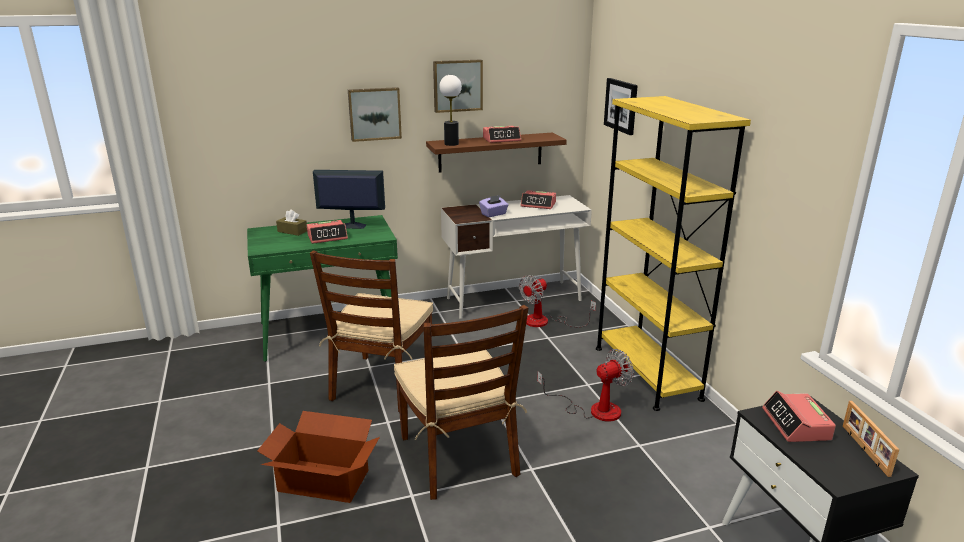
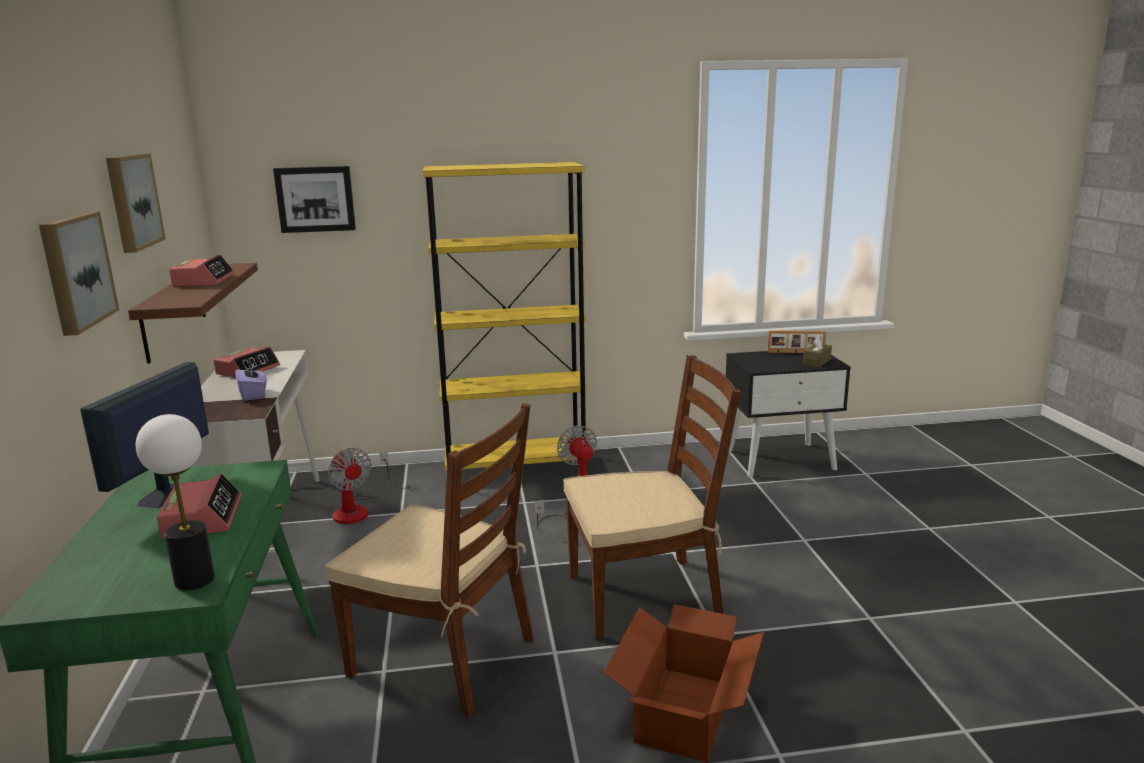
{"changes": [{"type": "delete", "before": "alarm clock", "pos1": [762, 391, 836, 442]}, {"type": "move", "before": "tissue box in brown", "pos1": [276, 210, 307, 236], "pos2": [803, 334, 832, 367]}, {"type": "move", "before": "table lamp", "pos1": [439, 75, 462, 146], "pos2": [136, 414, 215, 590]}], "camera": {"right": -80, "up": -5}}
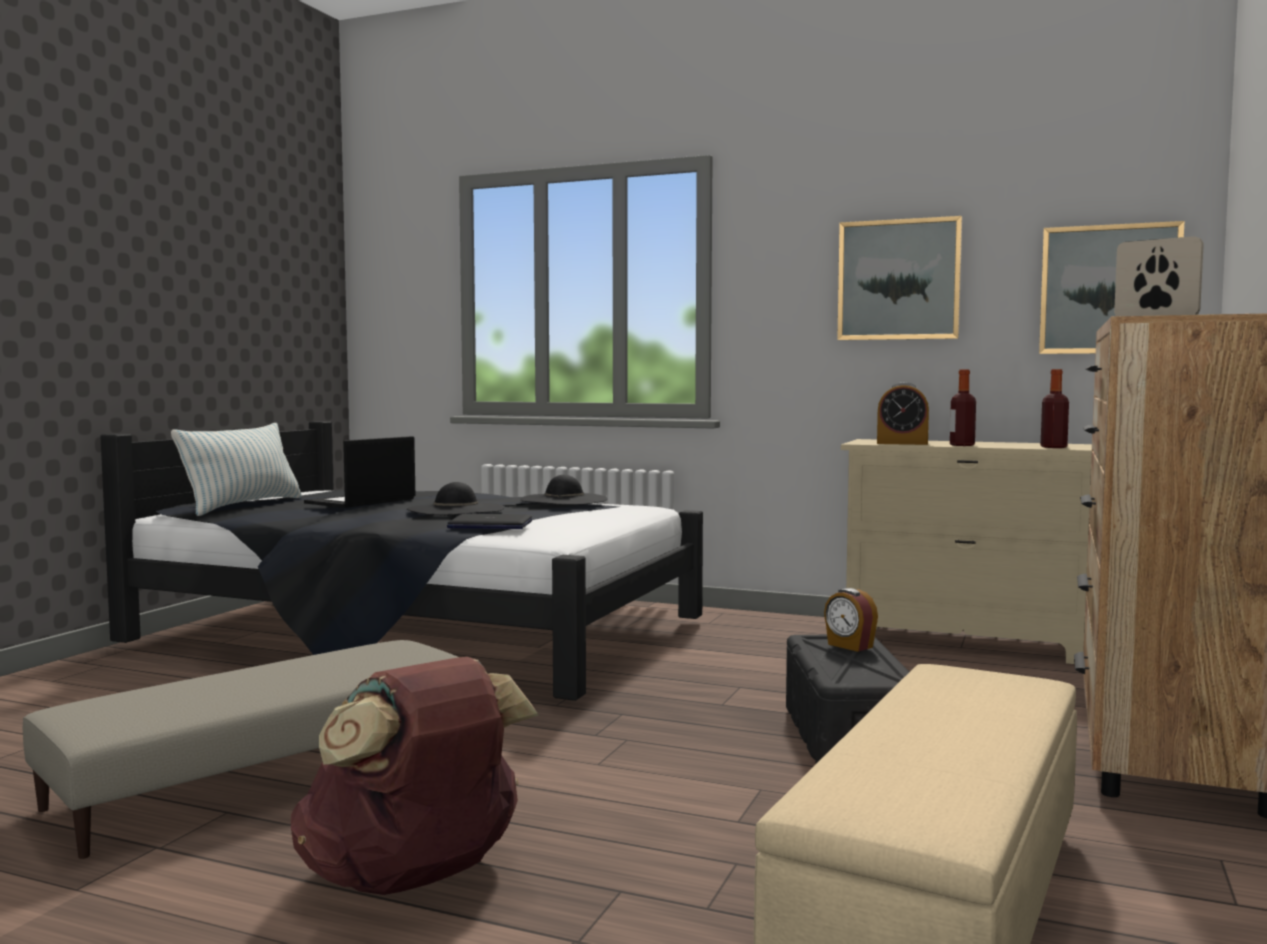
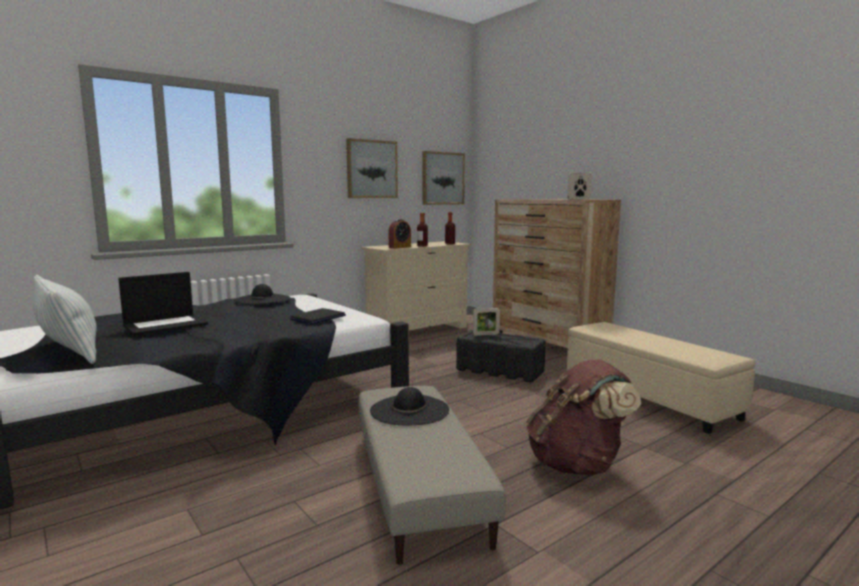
{"changes": [{"type": "move", "before": "hat in black", "pos1": [407, 482, 504, 515], "pos2": [370, 387, 449, 425]}, {"type": "replace", "before": "alarm clock", "after": "picture frame", "pos1": [824, 588, 878, 652], "pos2": [473, 308, 500, 336]}, {"type": "rotate", "before": "laptop", "pos1": [304, 436, 415, 508], "pos2": [118, 272, 208, 336], "turn": -105}], "camera": {"right": -60, "up": 5}}
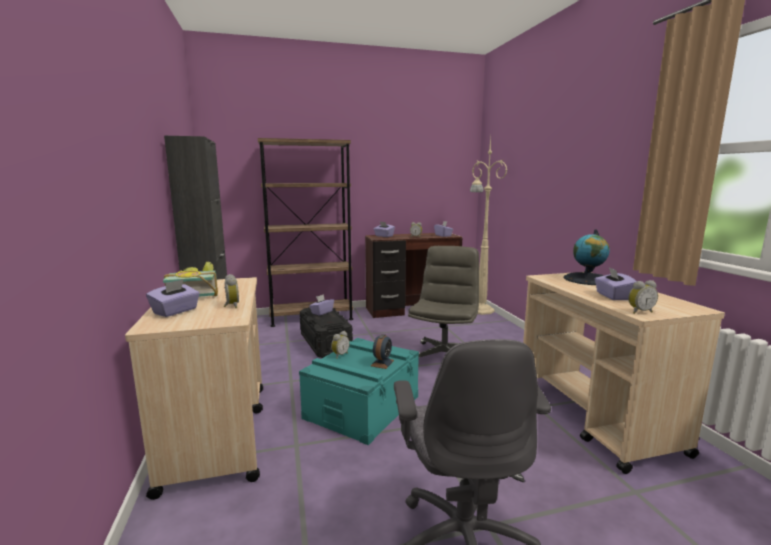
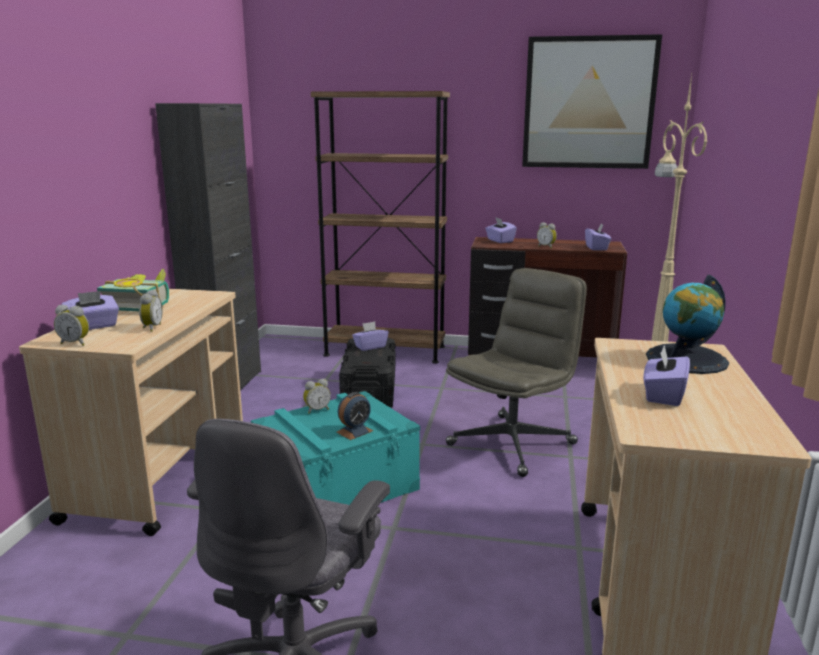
{"changes": [{"type": "insert", "after": "picture", "pos2": [522, 34, 662, 169]}, {"type": "move", "before": "alarm clock", "pos1": [628, 280, 658, 314], "pos2": [54, 305, 89, 346]}], "camera": {"right": 25, "up": 5}}
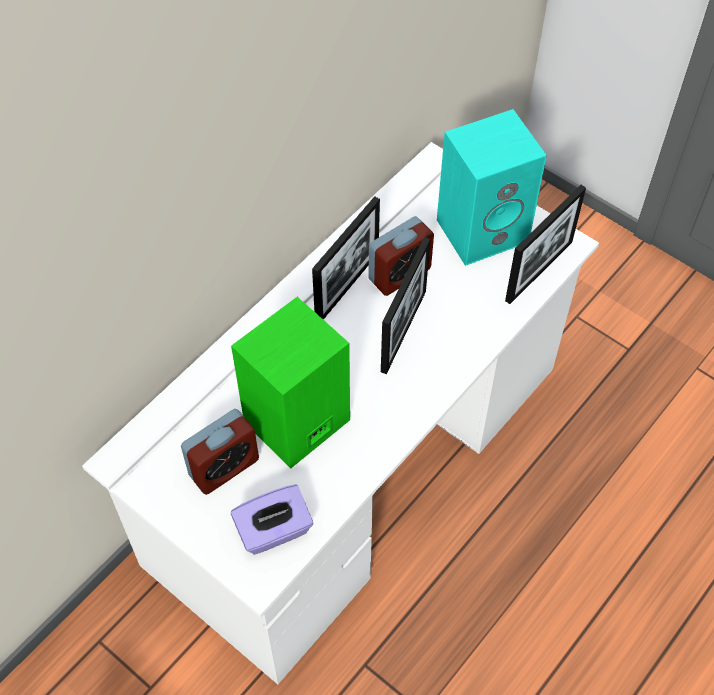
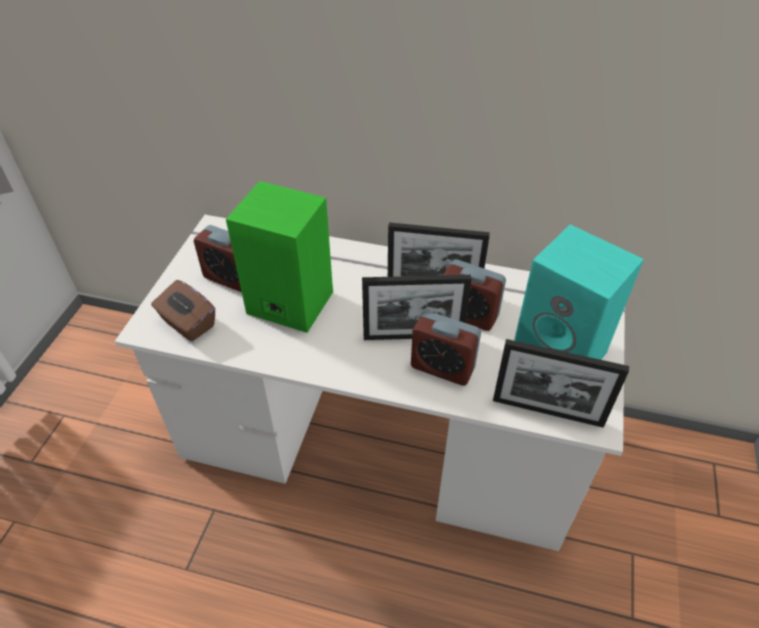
{"changes": [{"type": "insert", "after": "alarm clock", "pos2": [411, 311, 481, 386]}, {"type": "recolor", "before": "tissue box in purple", "after": "tissue box in brown", "pos1": [231, 484, 313, 555], "pos2": [151, 280, 215, 341]}], "camera": {"right": 65, "up": -10}}
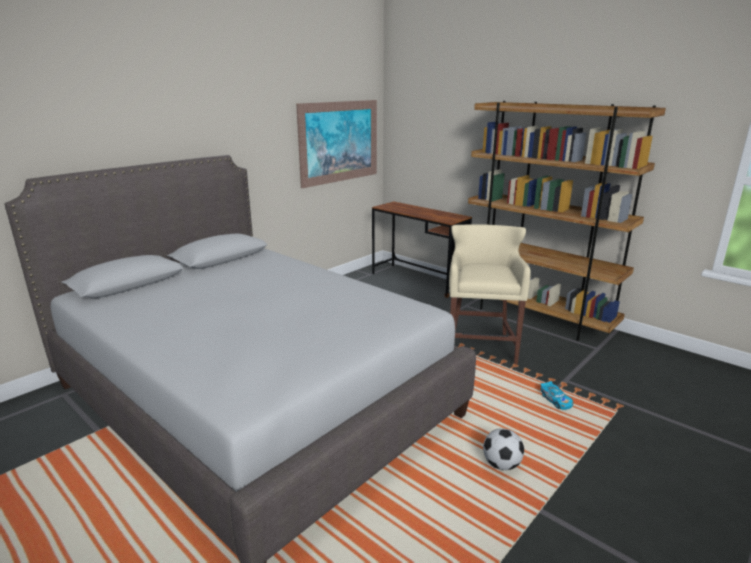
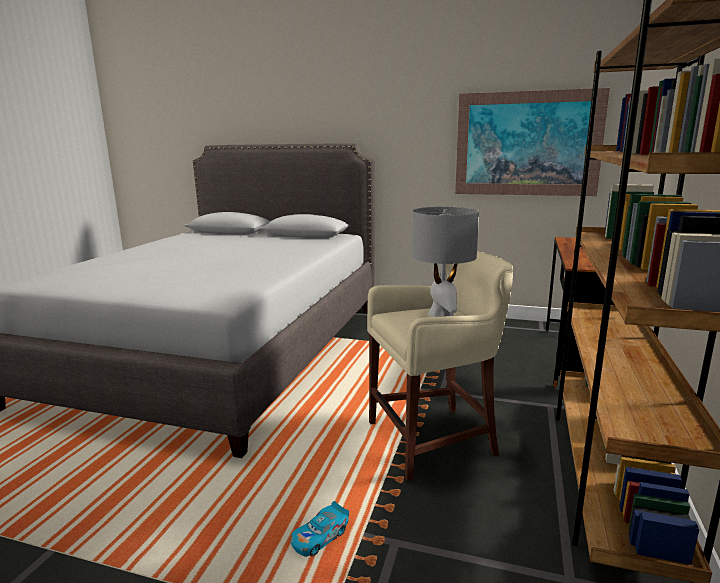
{"changes": [{"type": "delete", "before": "football", "pos1": [483, 428, 524, 470]}, {"type": "insert", "after": "table lamp in grey", "pos2": [411, 206, 479, 317]}], "camera": {"right": 65, "up": -5}}
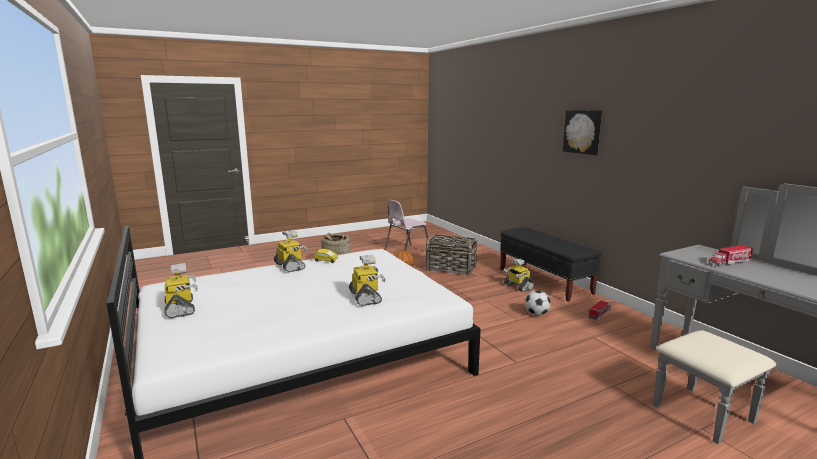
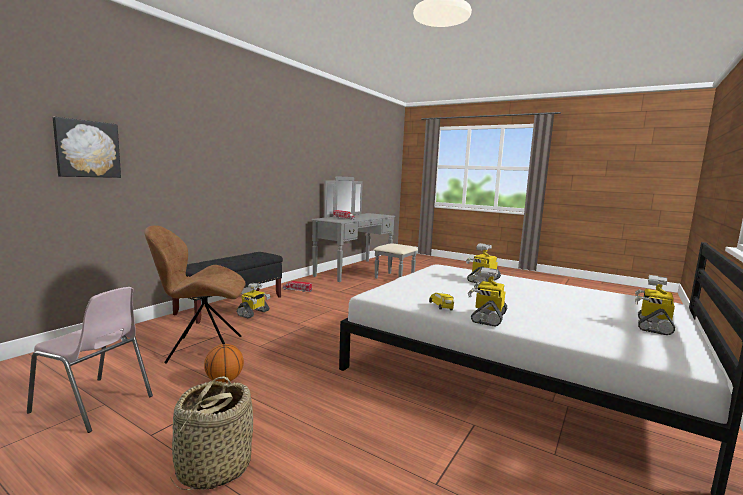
{"changes": [{"type": "delete", "before": "football", "pos1": [525, 290, 551, 315]}, {"type": "move", "before": "picture", "pos1": [563, 110, 602, 155], "pos2": [53, 117, 121, 178]}, {"type": "replace", "before": "basket", "after": "chair in brown", "pos1": [425, 235, 478, 276], "pos2": [144, 225, 245, 364]}], "camera": {"right": -120, "up": -5}}
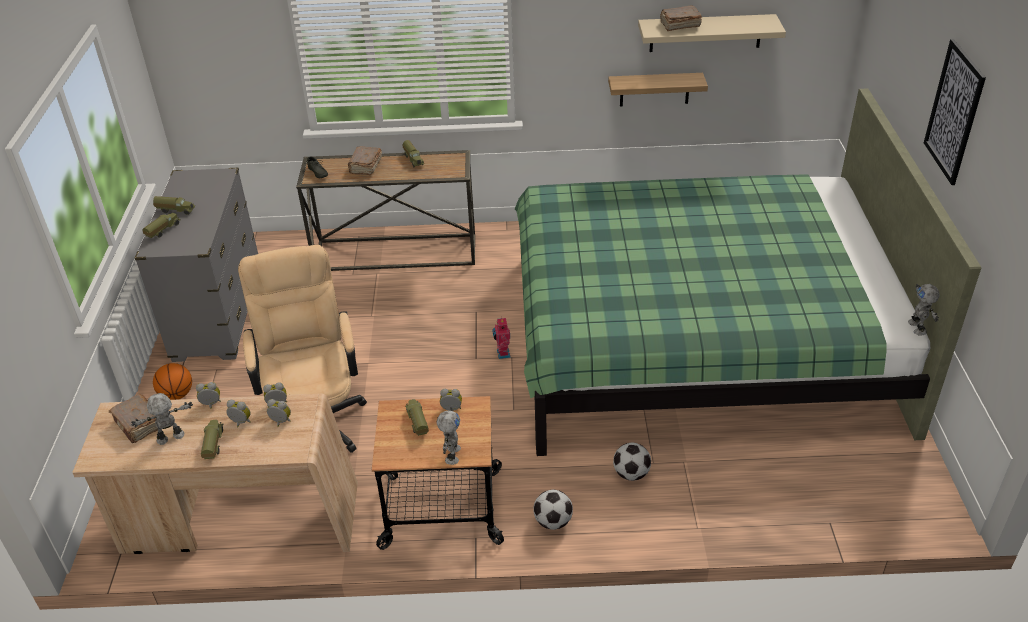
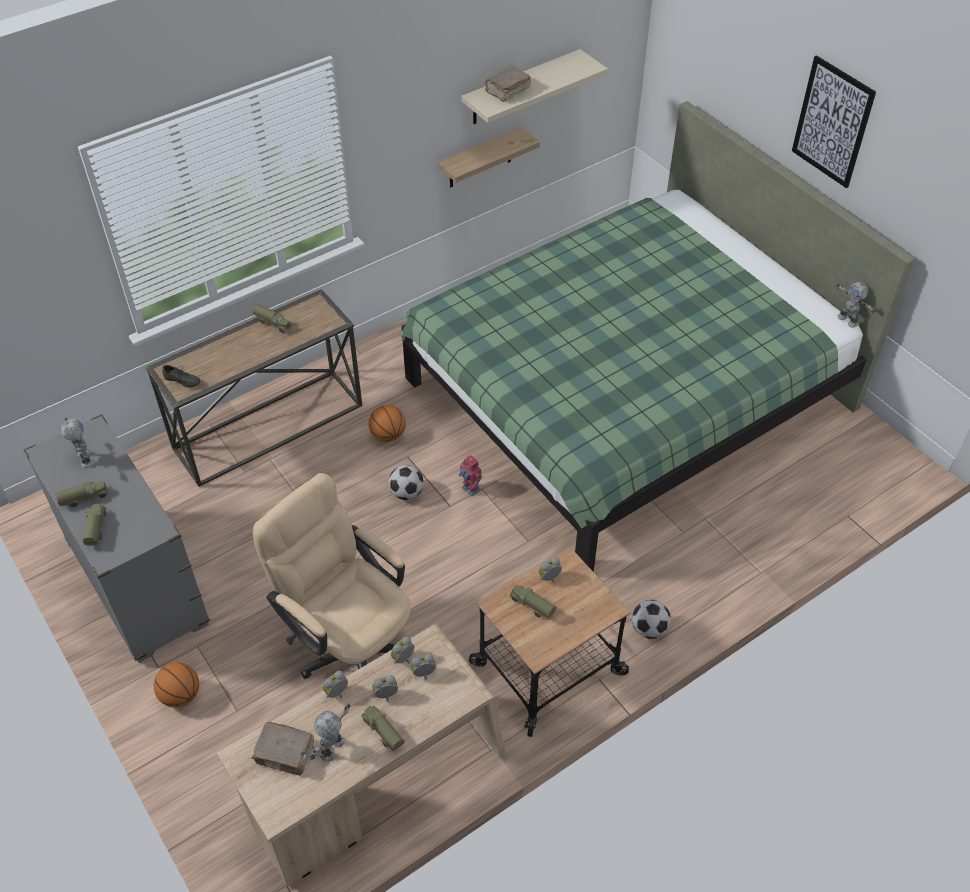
{"changes": [{"type": "delete", "before": "book in brown", "pos1": [348, 146, 382, 175]}, {"type": "insert", "after": "basketball", "pos2": [369, 405, 406, 442]}, {"type": "move", "before": "toy robot", "pos1": [437, 407, 461, 465], "pos2": [60, 417, 94, 468]}, {"type": "move", "before": "football", "pos1": [613, 443, 651, 481], "pos2": [388, 465, 424, 500]}], "camera": {"right": -35, "up": 10}}
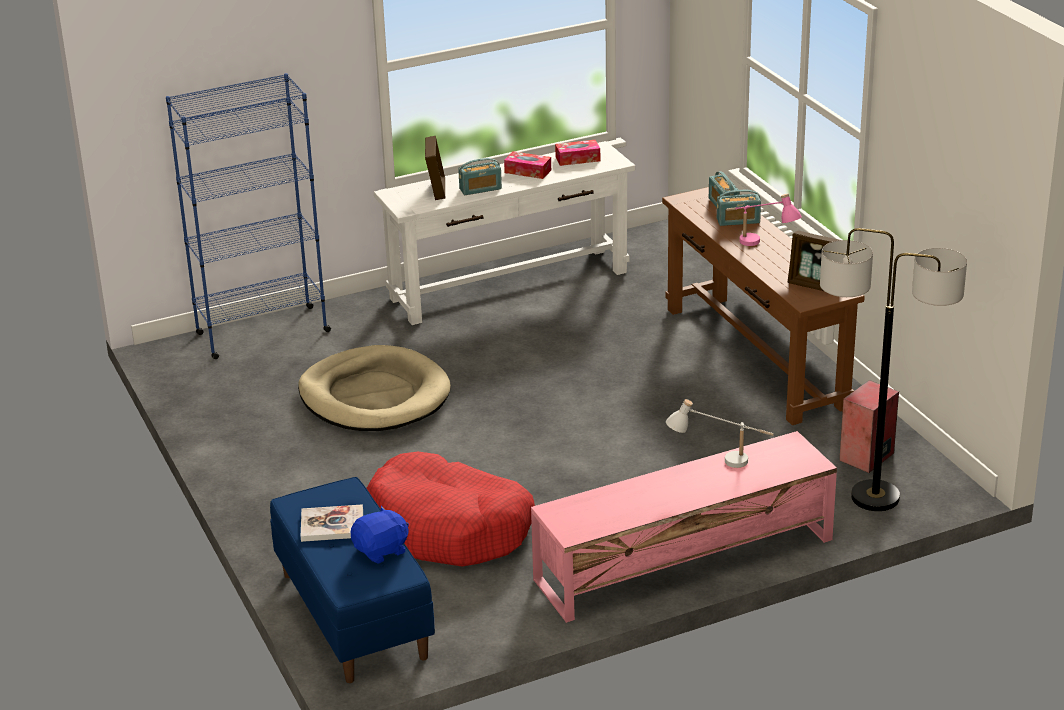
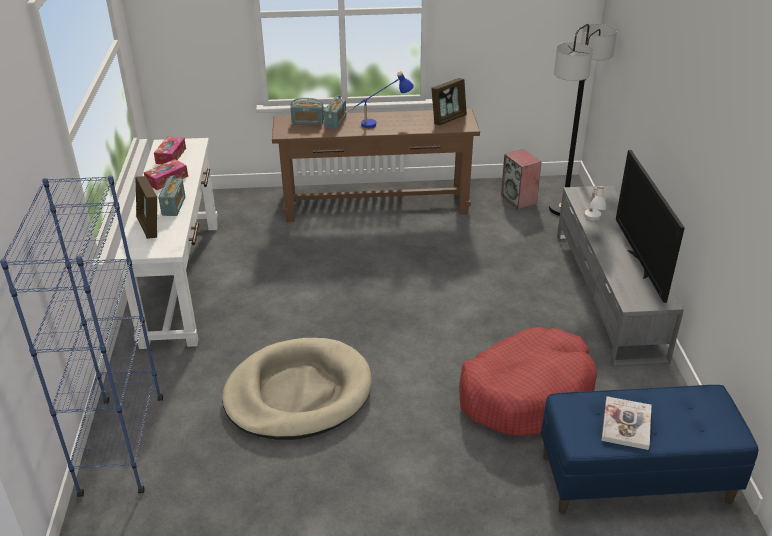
{"changes": [{"type": "delete", "before": "plush toy in blue", "pos1": [351, 506, 409, 564]}, {"type": "insert", "after": "television", "pos2": [616, 150, 685, 303]}, {"type": "recolor", "before": "tv stand in pink", "after": "tv stand in grey", "pos1": [531, 431, 837, 623], "pos2": [557, 185, 684, 367]}, {"type": "recolor", "before": "table lamp in pink", "after": "table lamp in blue", "pos1": [726, 193, 802, 246], "pos2": [345, 71, 414, 128]}, {"type": "rotate", "before": "picture frame", "pos1": [425, 136, 445, 200], "pos2": [135, 176, 157, 239], "turn": -135}], "camera": {"right": -70, "up": 5}}
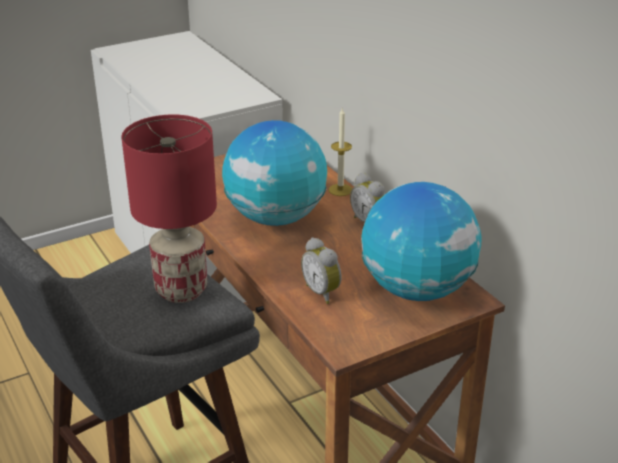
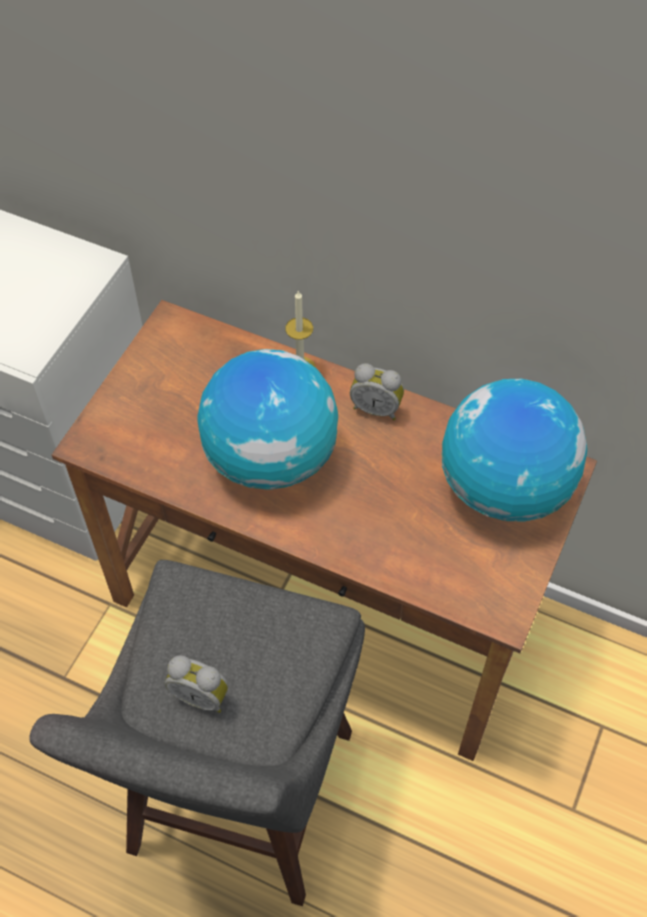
{"changes": [{"type": "delete", "before": "table lamp in red", "pos1": [121, 114, 217, 303]}, {"type": "move", "before": "alarm clock", "pos1": [301, 237, 341, 304], "pos2": [165, 655, 228, 713]}], "camera": {"right": -35, "up": 25}}
